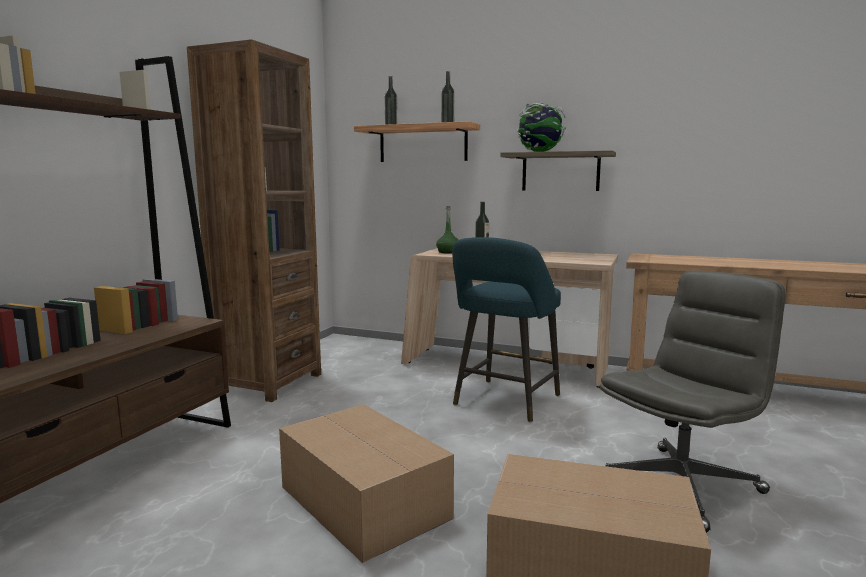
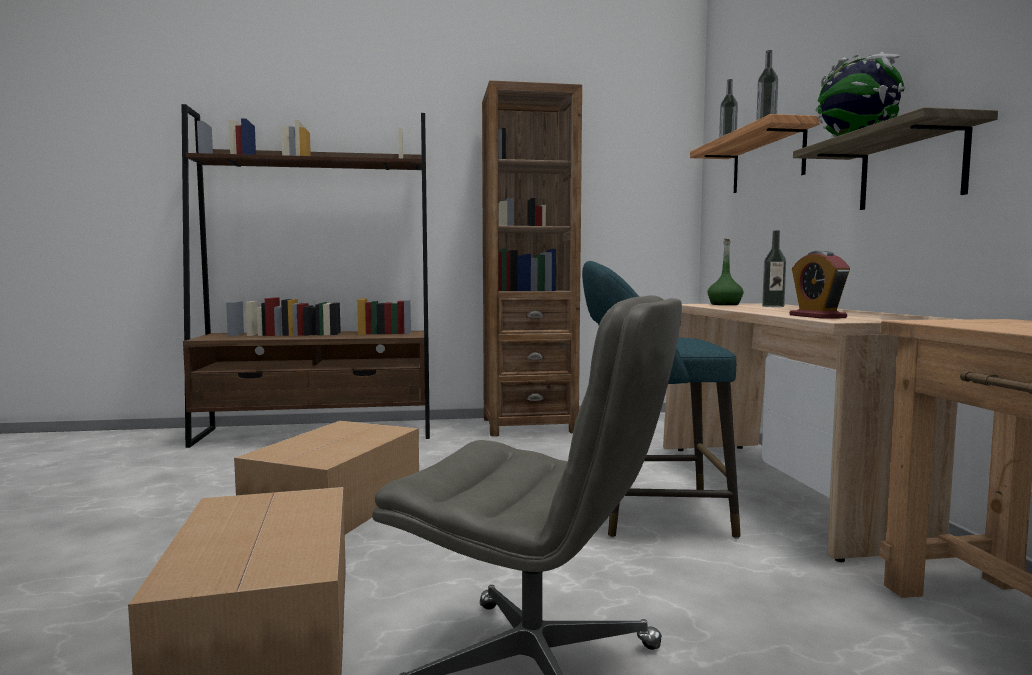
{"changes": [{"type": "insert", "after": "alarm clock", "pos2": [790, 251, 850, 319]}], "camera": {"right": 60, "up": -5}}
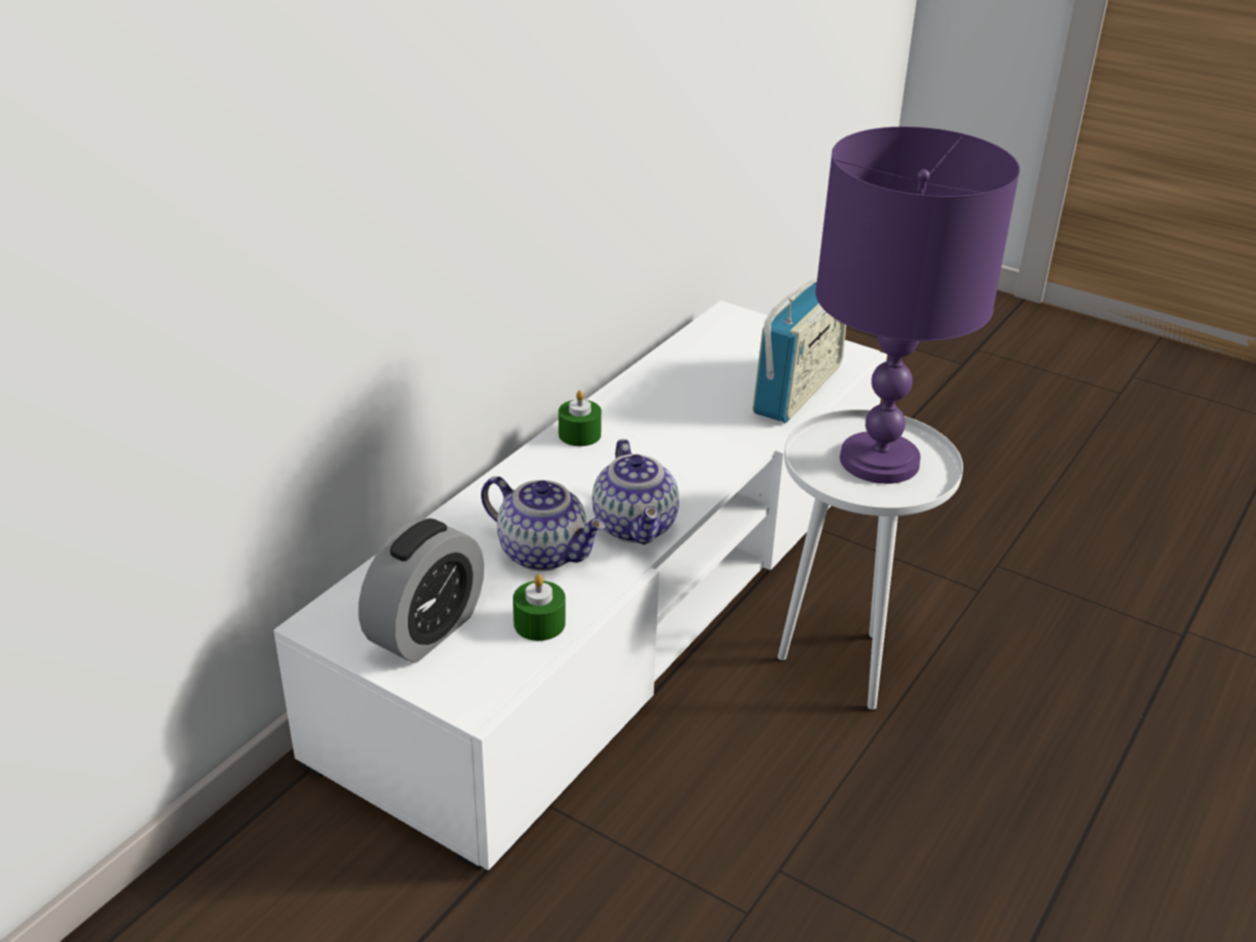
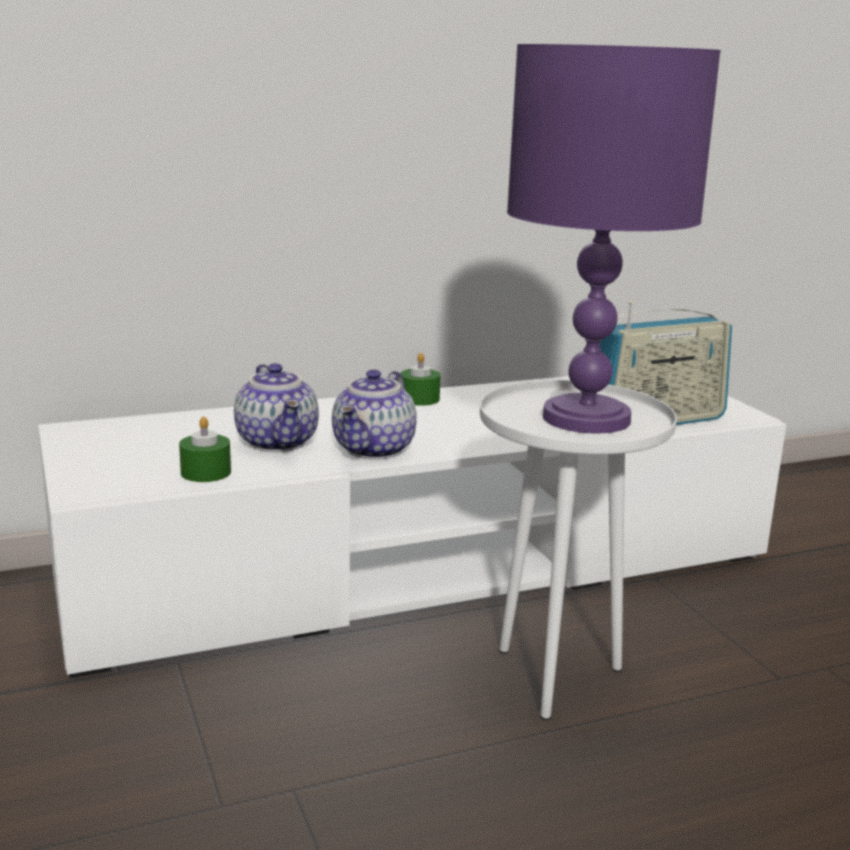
{"changes": [{"type": "delete", "before": "alarm clock", "pos1": [358, 518, 484, 663]}], "camera": {"right": 35, "up": -15}}
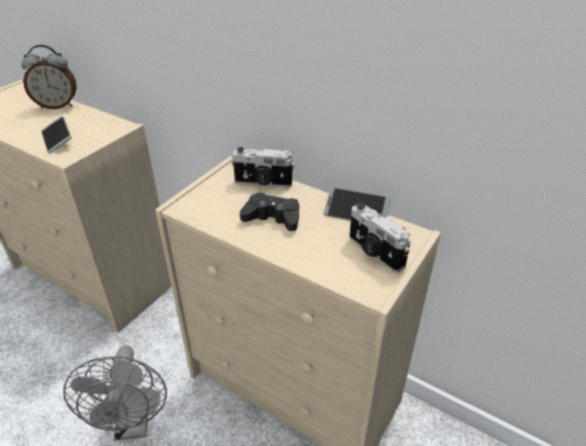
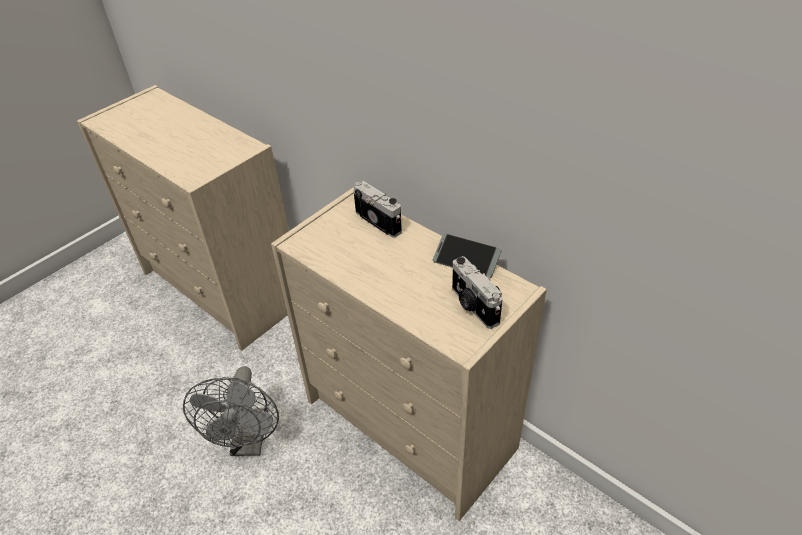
{"changes": [{"type": "delete", "before": "alarm clock", "pos1": [21, 45, 77, 109]}, {"type": "delete", "before": "phone", "pos1": [41, 116, 71, 154]}, {"type": "delete", "before": "game controller in black", "pos1": [240, 192, 299, 231]}, {"type": "rotate", "before": "photo camera", "pos1": [231, 147, 295, 188], "pos2": [353, 181, 402, 238], "turn": -150}], "camera": {"right": 10, "up": 5}}
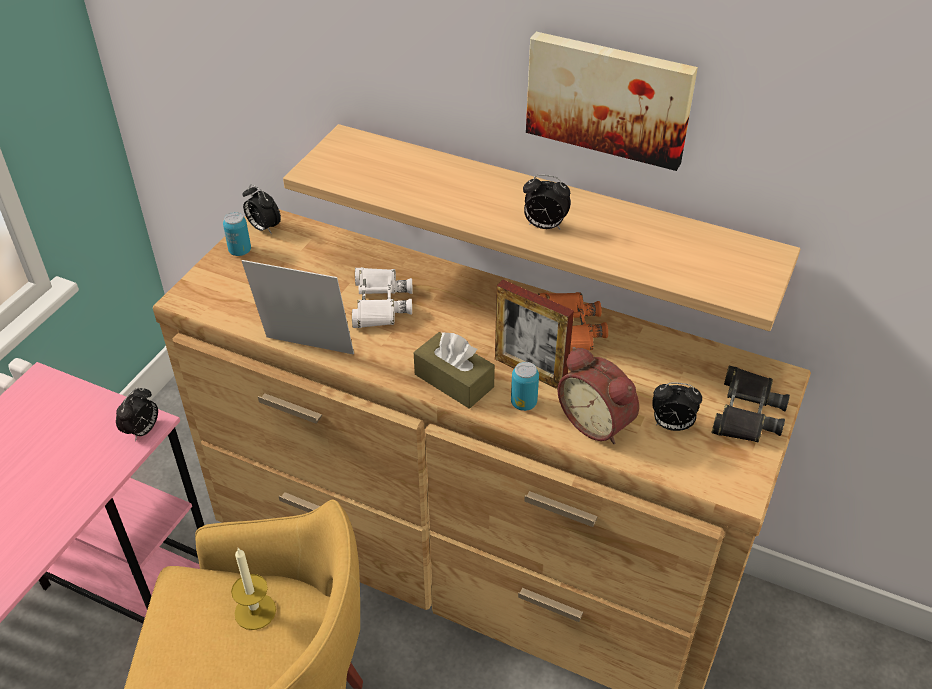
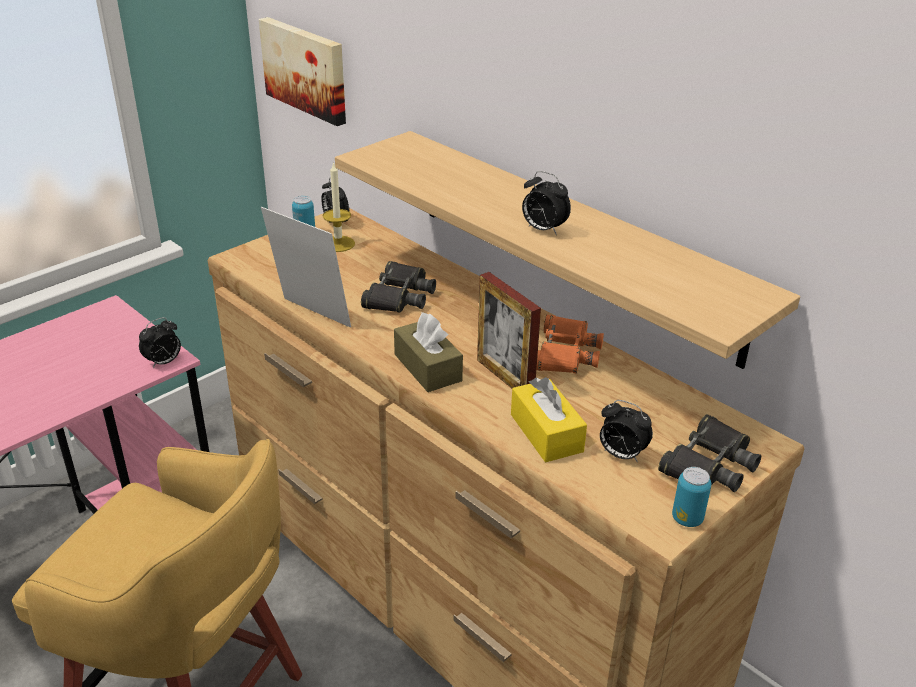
{"changes": [{"type": "move", "before": "candle", "pos1": [231, 548, 276, 630], "pos2": [323, 162, 355, 252]}, {"type": "move", "before": "can", "pos1": [511, 362, 539, 411], "pos2": [672, 467, 711, 527]}, {"type": "move", "before": "picture", "pos1": [526, 32, 698, 171], "pos2": [259, 17, 346, 126]}, {"type": "replace", "before": "alarm clock", "after": "tissue box in yellow", "pos1": [557, 347, 639, 444], "pos2": [511, 377, 587, 462]}, {"type": "recolor", "before": "binoculars in white", "after": "binoculars in black", "pos1": [352, 267, 412, 328], "pos2": [361, 261, 436, 313]}], "camera": {"right": 20, "up": -10}}
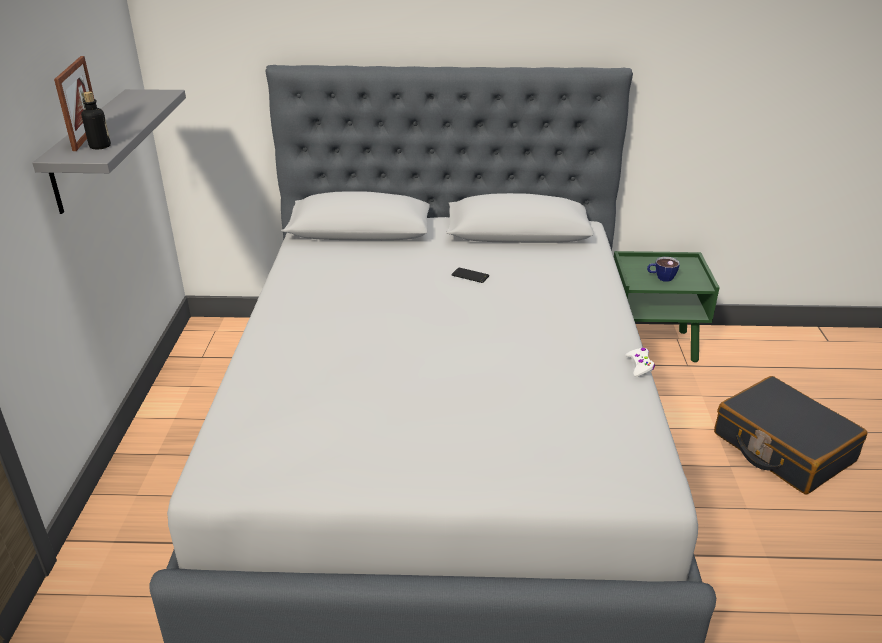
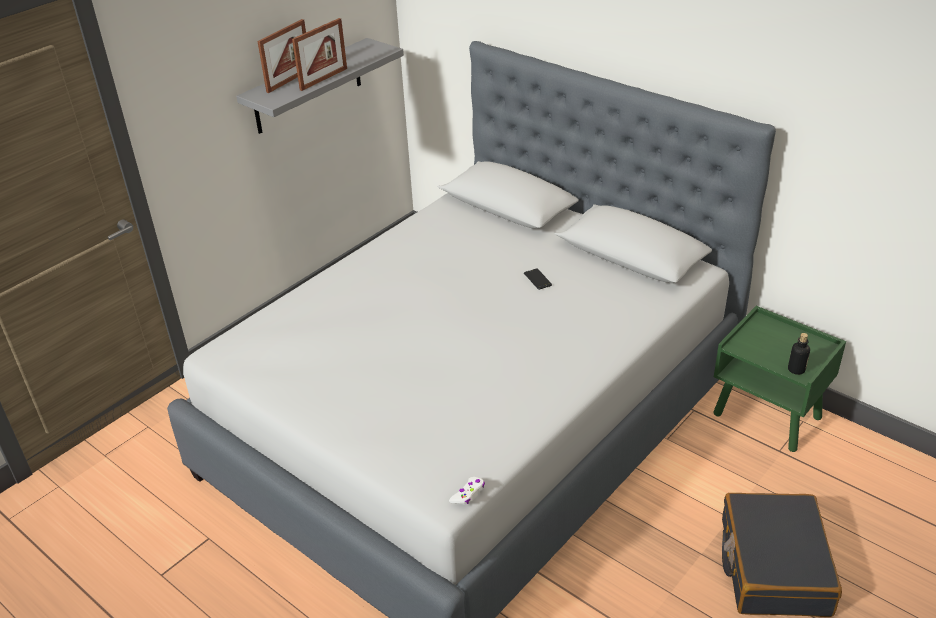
{"changes": [{"type": "delete", "before": "cup", "pos1": [647, 257, 680, 282]}, {"type": "insert", "after": "picture frame", "pos2": [292, 18, 347, 91]}, {"type": "move", "before": "bottle", "pos1": [81, 92, 111, 149], "pos2": [788, 333, 810, 375]}, {"type": "move", "before": "game controller in white", "pos1": [625, 348, 655, 377], "pos2": [449, 477, 485, 505]}], "camera": {"right": 40, "up": 5}}
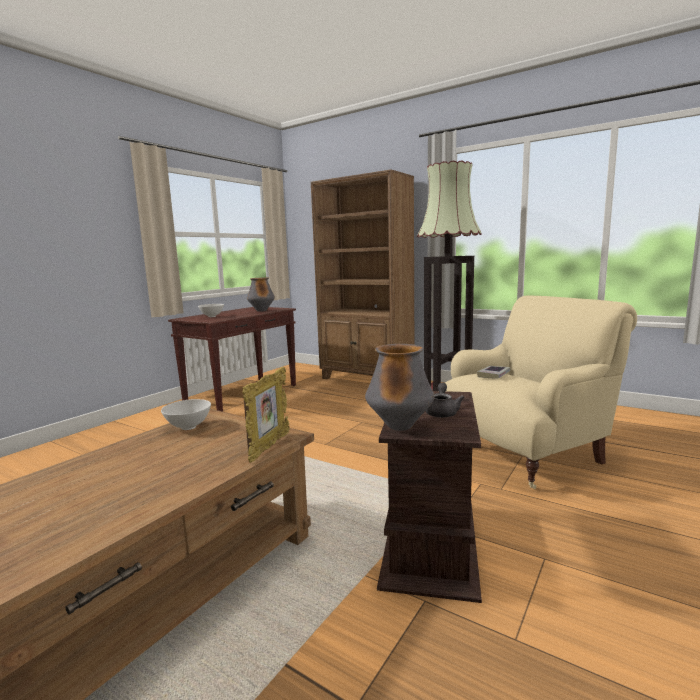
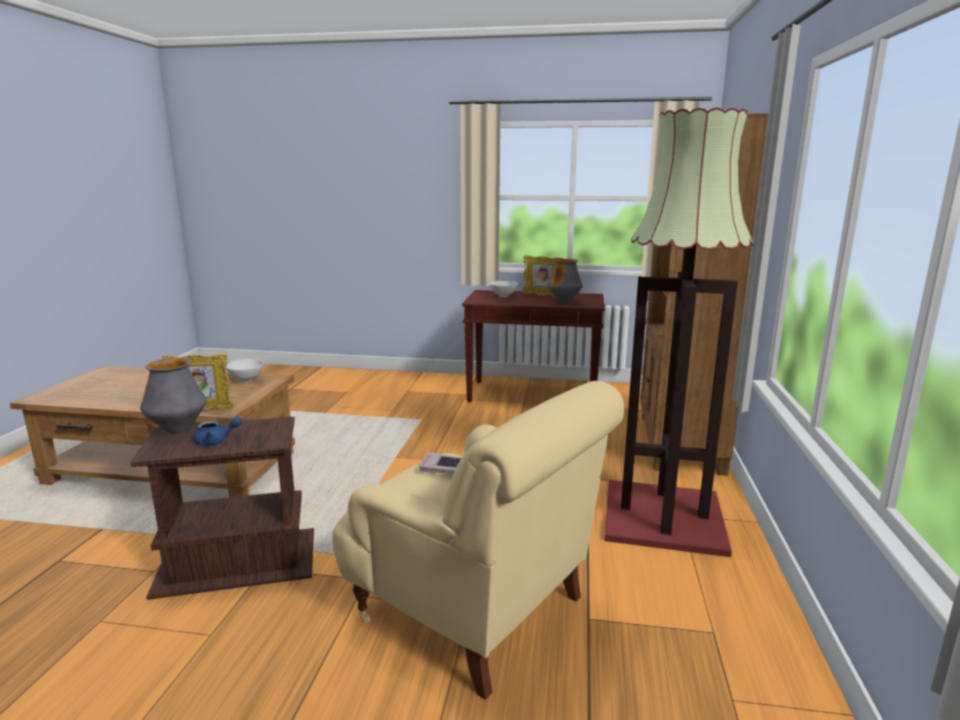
{"changes": [{"type": "insert", "after": "picture frame", "pos2": [523, 255, 563, 296]}, {"type": "recolor", "before": "teapot in grey", "after": "teapot in blue", "pos1": [426, 383, 465, 418], "pos2": [194, 417, 242, 446]}], "camera": {"right": 65, "up": 5}}
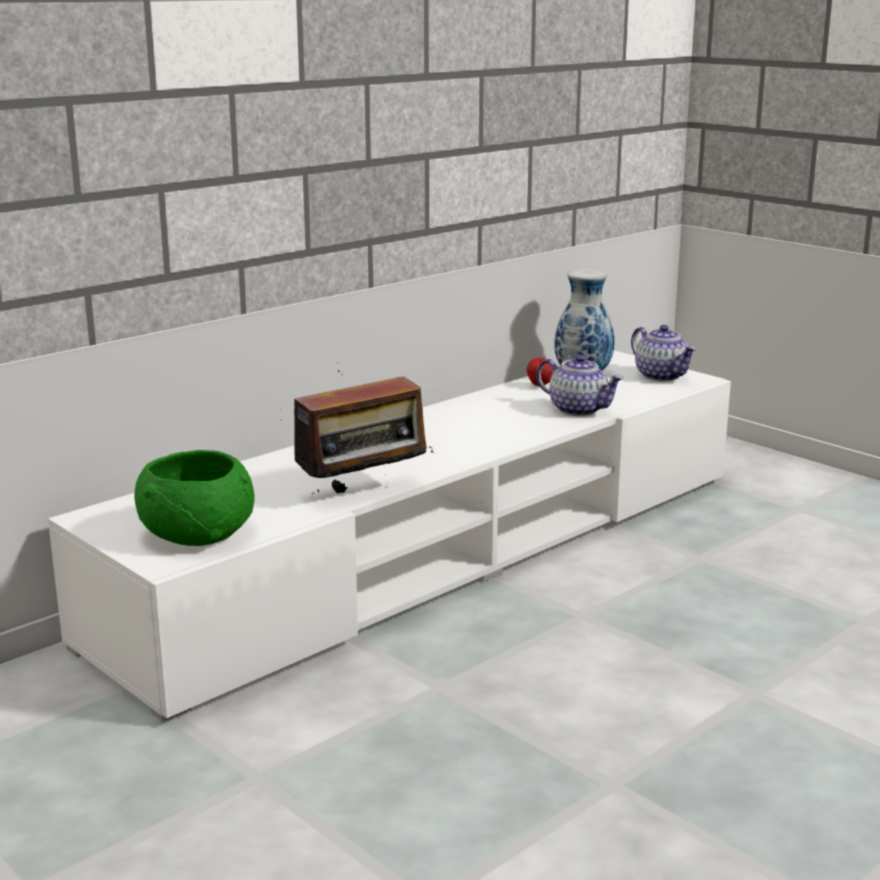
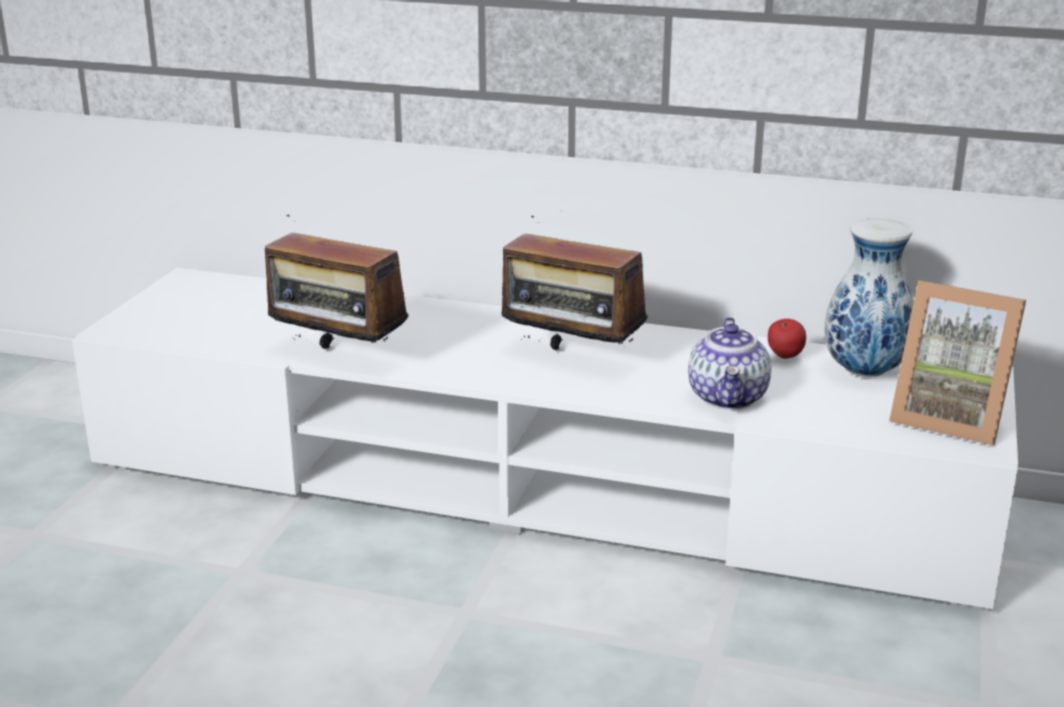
{"changes": [{"type": "delete", "before": "bowl in green", "pos1": [134, 450, 254, 546]}, {"type": "insert", "after": "radio", "pos2": [501, 216, 647, 350]}, {"type": "replace", "before": "teapot", "after": "picture frame", "pos1": [631, 325, 696, 382], "pos2": [889, 280, 1026, 446]}], "camera": {"right": 60, "up": 5}}
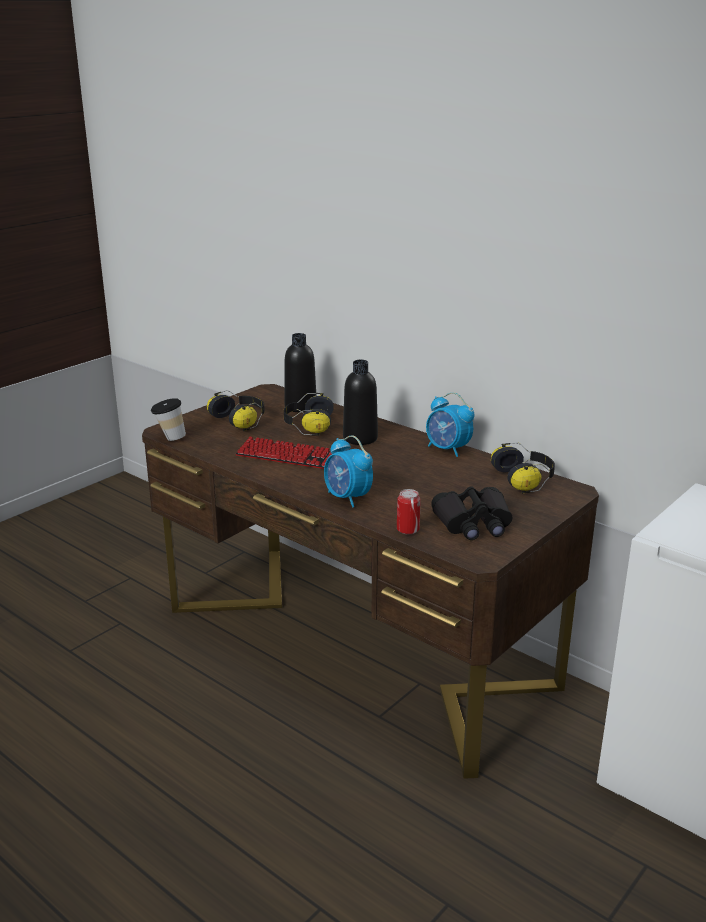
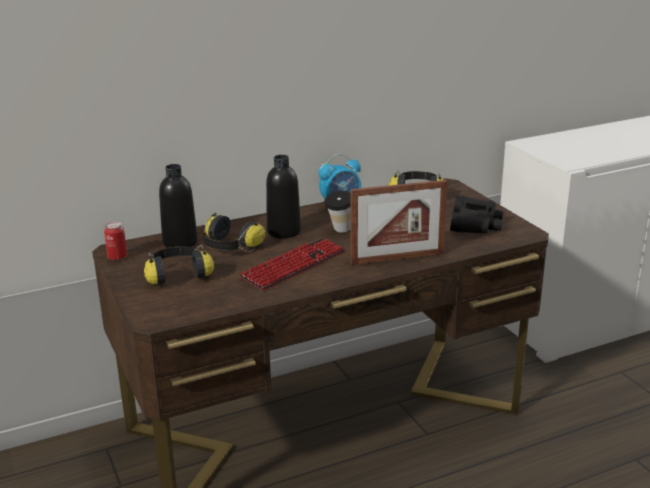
{"changes": [{"type": "move", "before": "cup", "pos1": [151, 398, 186, 441], "pos2": [324, 191, 351, 233]}, {"type": "move", "before": "can", "pos1": [397, 489, 420, 535], "pos2": [104, 222, 127, 261]}, {"type": "replace", "before": "alarm clock", "after": "picture frame", "pos1": [324, 435, 373, 507], "pos2": [351, 180, 448, 265]}], "camera": {"right": -65, "up": 0}}
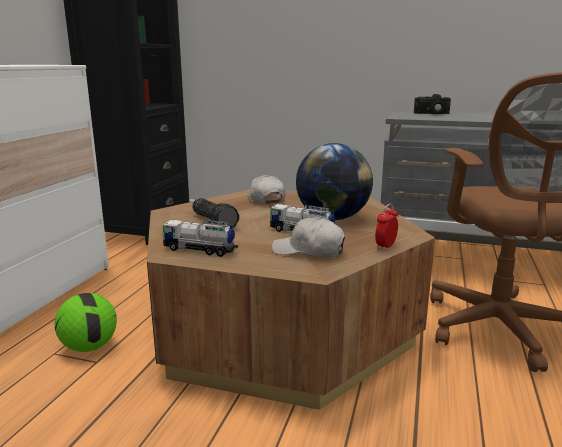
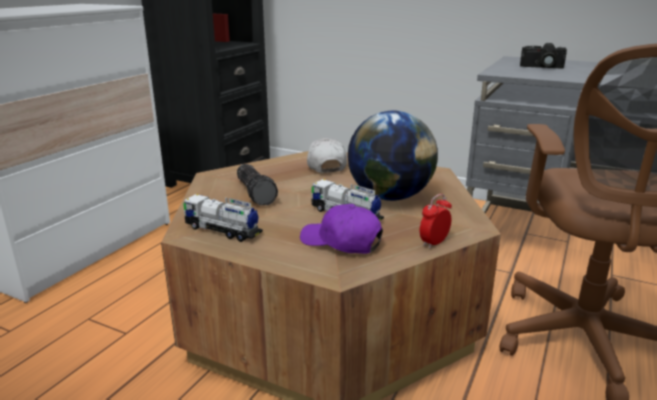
{"changes": [{"type": "delete", "before": "football", "pos1": [55, 293, 117, 352]}, {"type": "recolor", "before": "cap in white", "after": "cap in purple", "pos1": [272, 217, 345, 257], "pos2": [300, 204, 383, 254]}], "camera": {"right": 10, "up": 5}}
